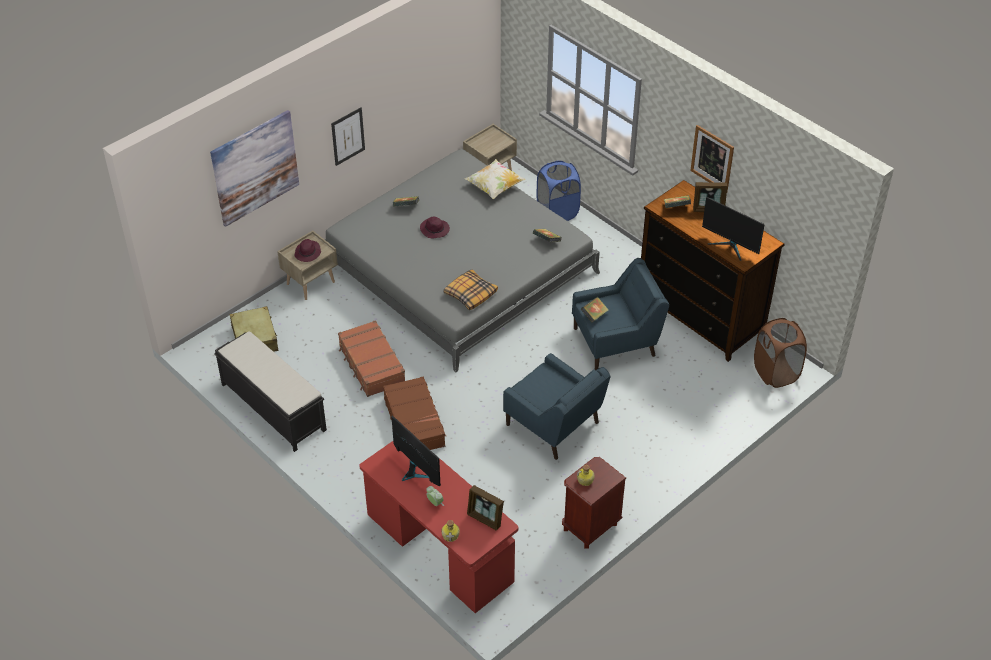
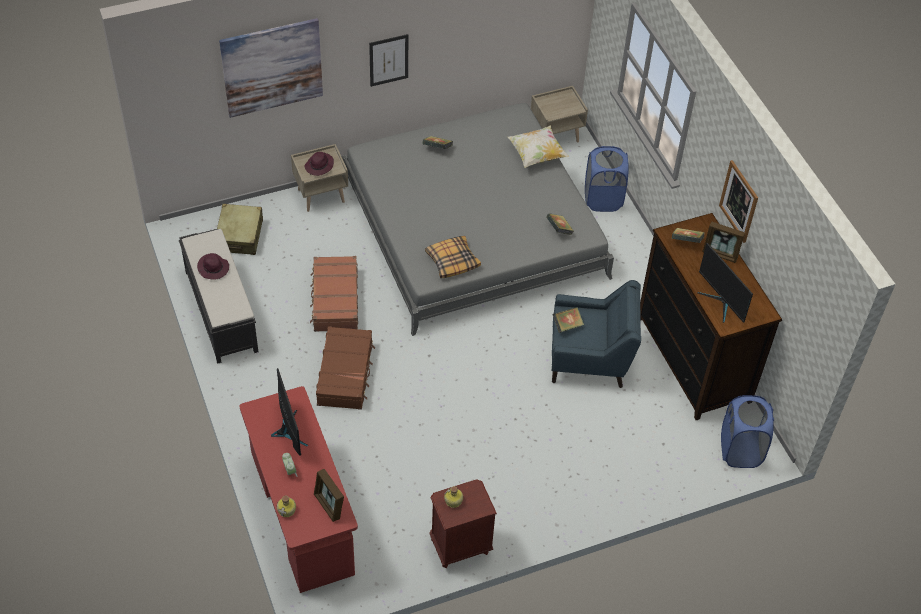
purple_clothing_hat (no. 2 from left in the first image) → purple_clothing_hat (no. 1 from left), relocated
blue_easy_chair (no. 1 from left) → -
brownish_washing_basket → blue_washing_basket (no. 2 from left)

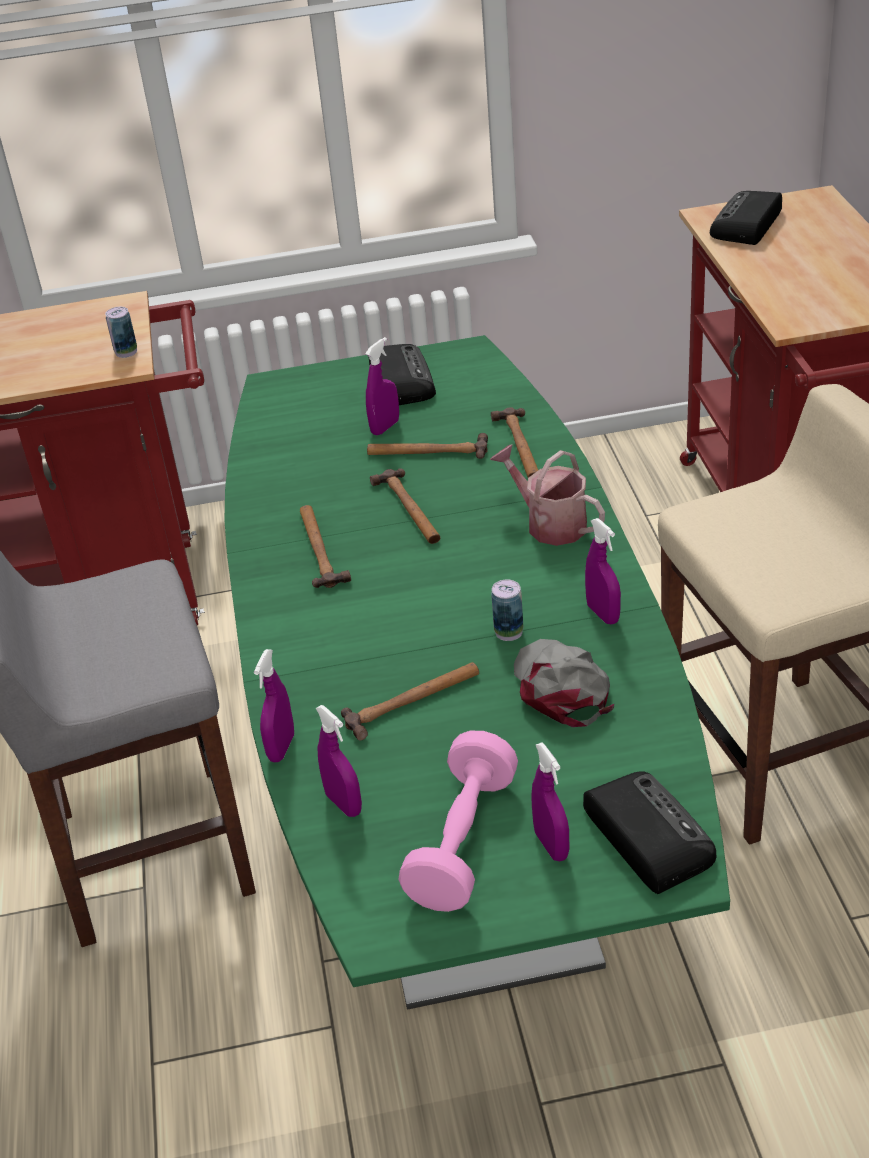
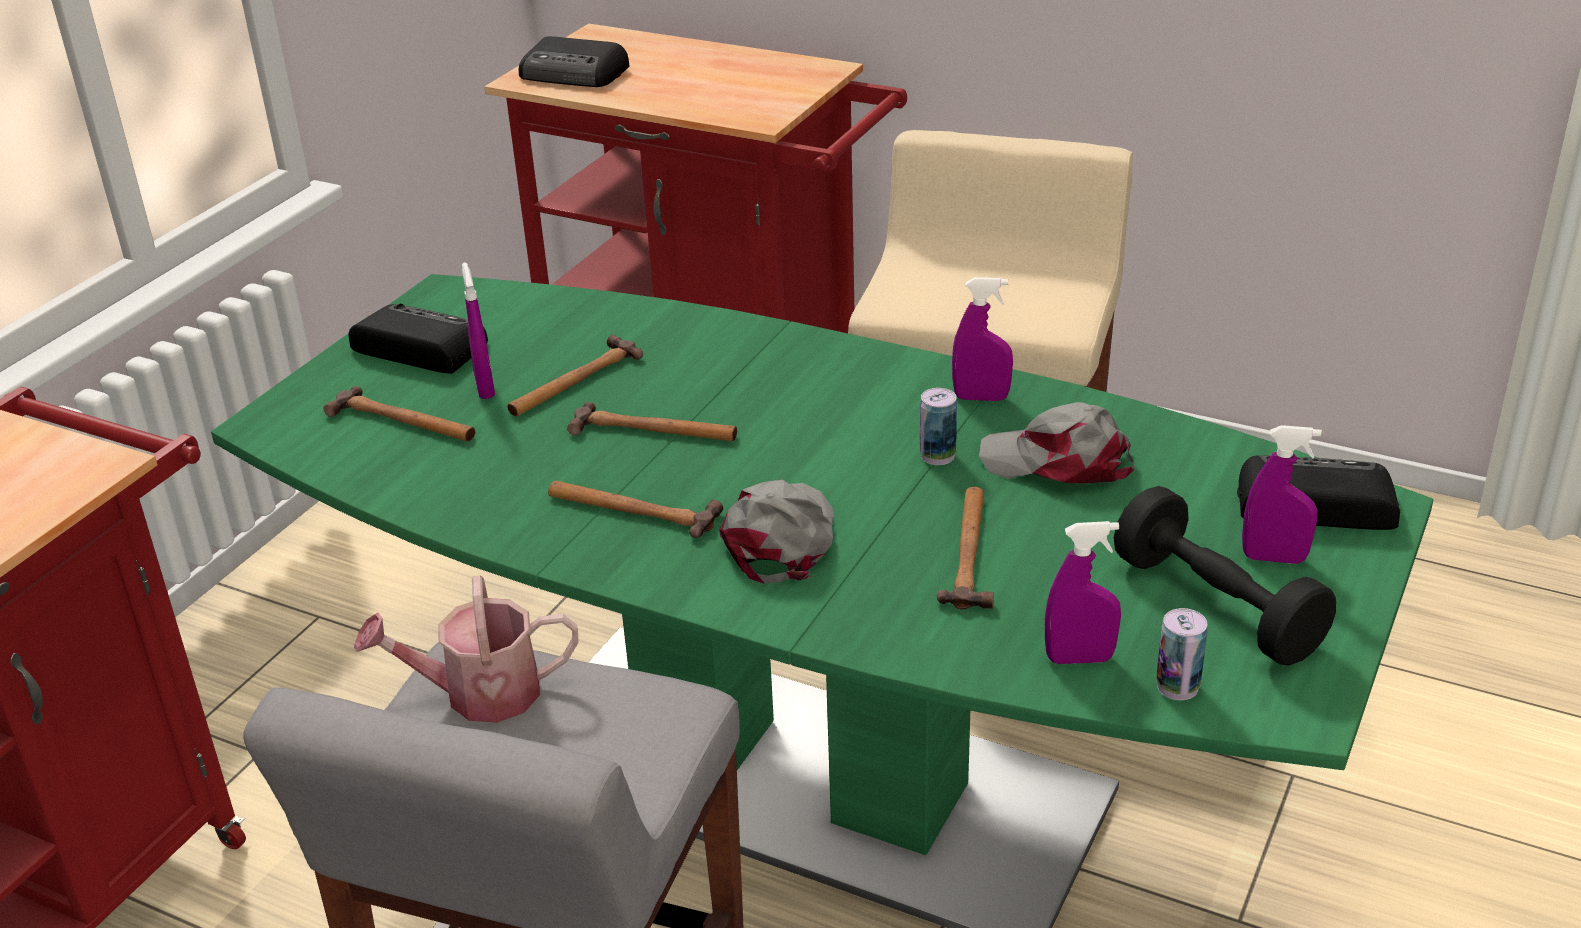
metal_can (no. 1 from left in the first image) → metal_can (no. 2 from left), relocated
purple_sprayer (no. 1 from left) → -
pinkish_dumbbell → black_dumbbell
sprinkling_can, relocated
hand_hammer (no. 5 from left in the first image) → hand_hammer (no. 1 from left), relocated
radio_set (no. 3 from left in the first image) → radio_set (no. 2 from left), 45 degrees counterclockwise
- → gray_cap (no. 1 from left)

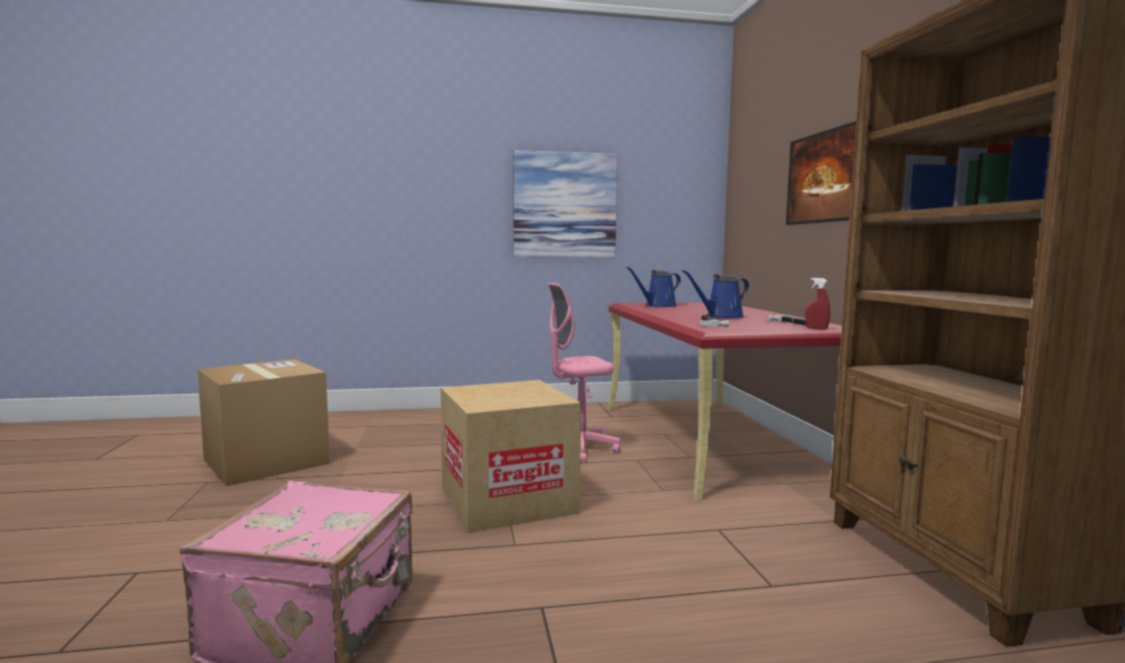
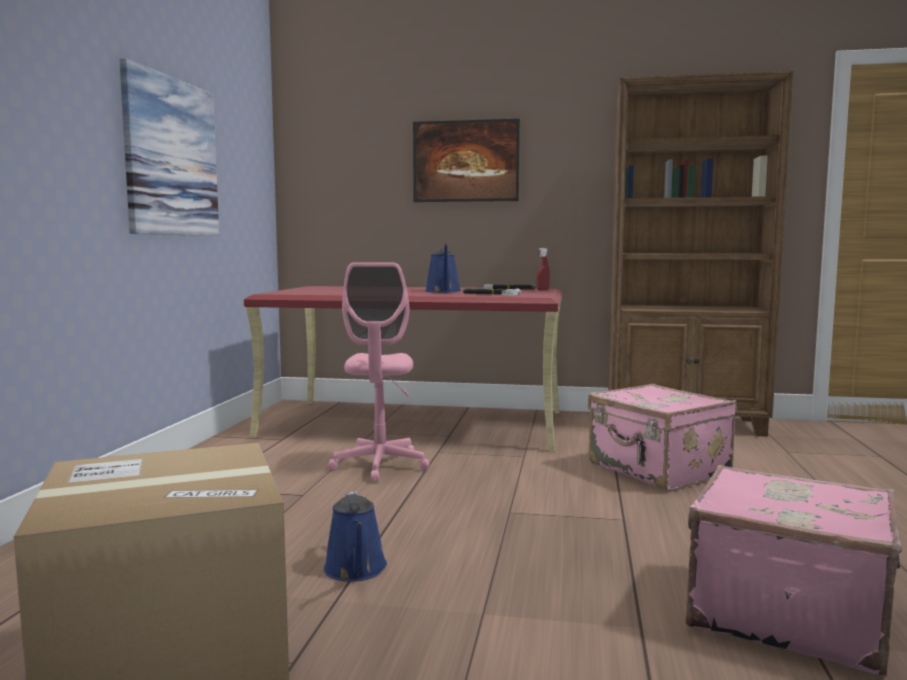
packing_box (no. 2 from left) → -
blue_sprinkling_can (no. 1 from left), relocated
- → pinkish_suitcase (no. 1 from left)

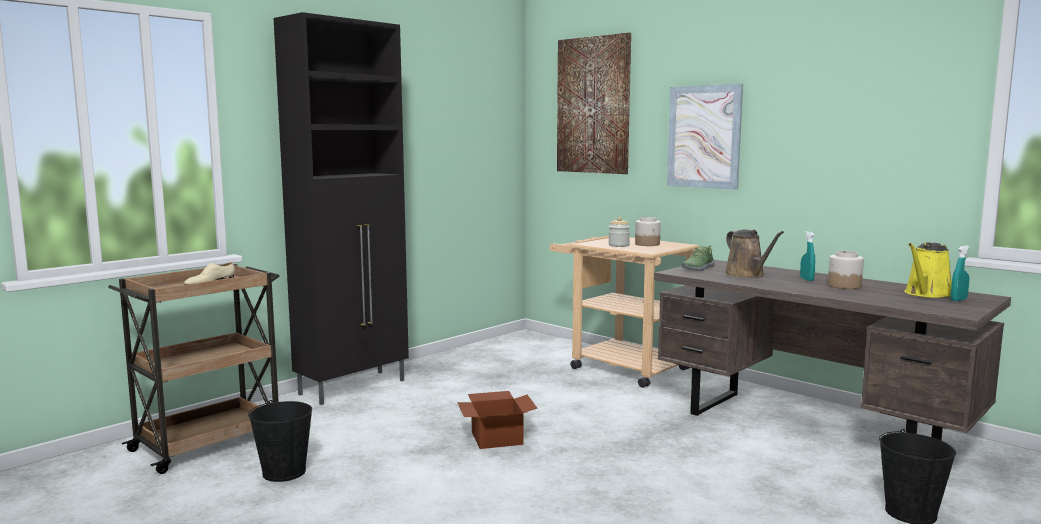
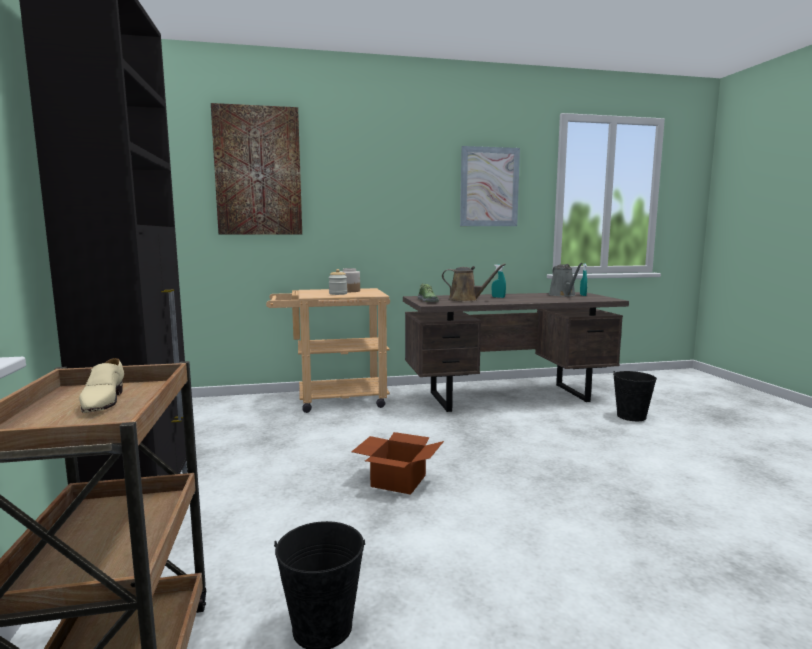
picture (no. 2 from left), relocated
preserve_jar (no. 3 from left) → -
yellow-coloured_sprinkling_can → gray_sprinkling_can

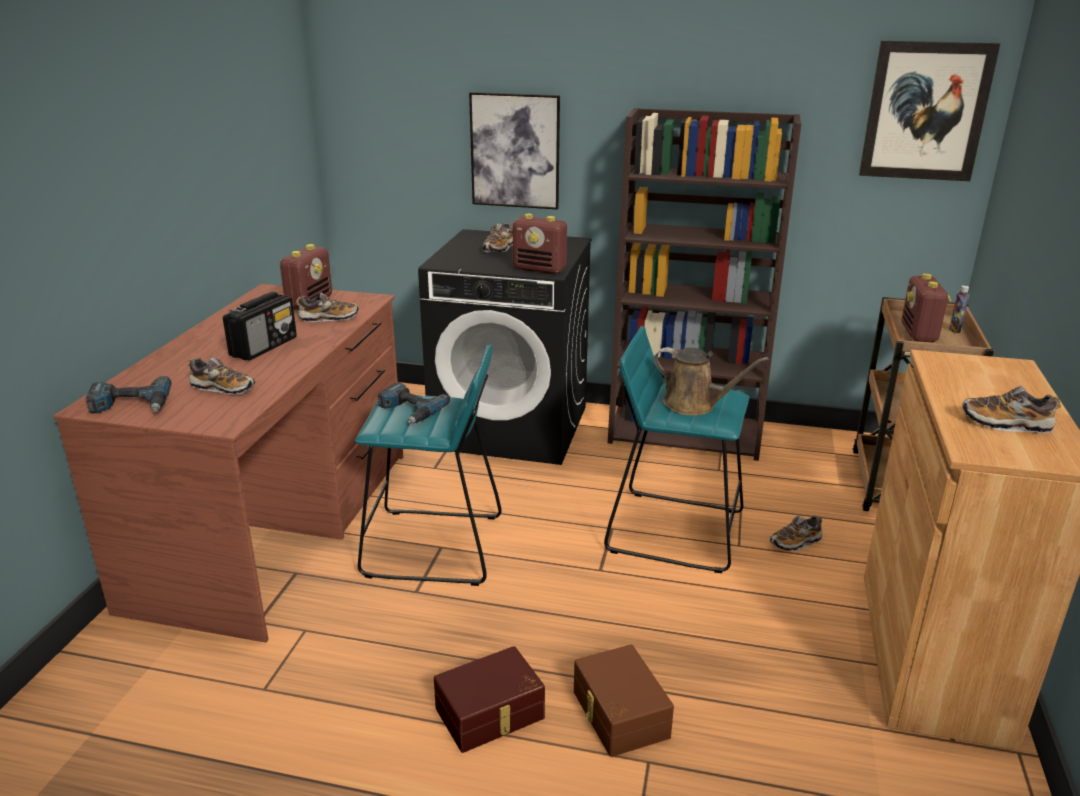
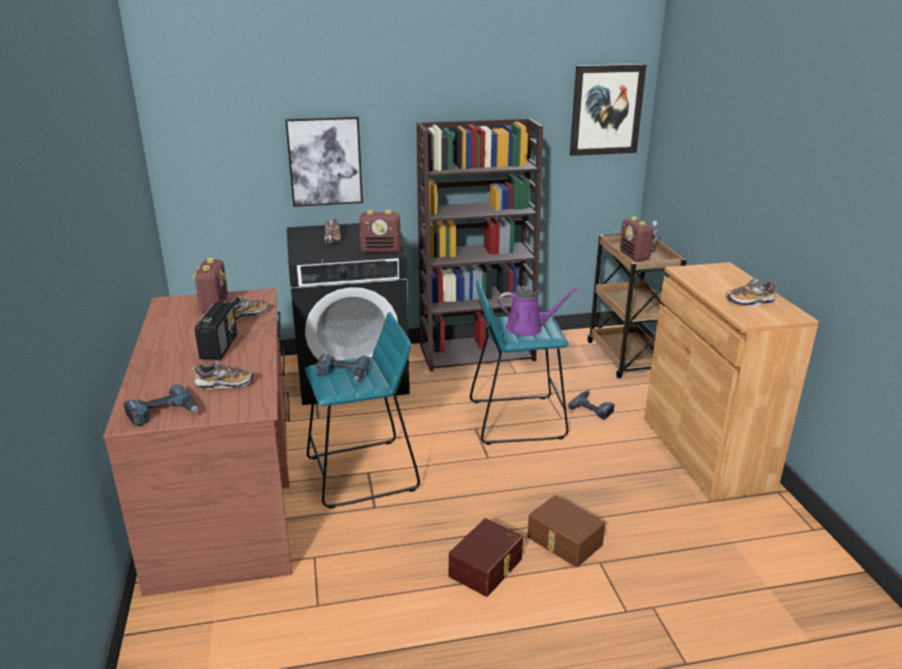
brownish_sprinkling_can → purple_sprinkling_can
low_shoe (no. 4 from left) → power_drill (no. 3 from left)

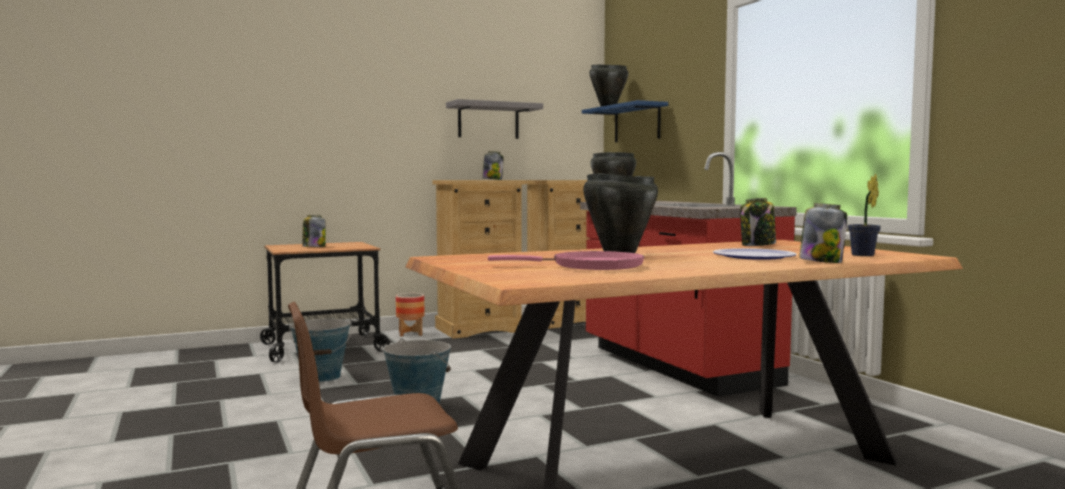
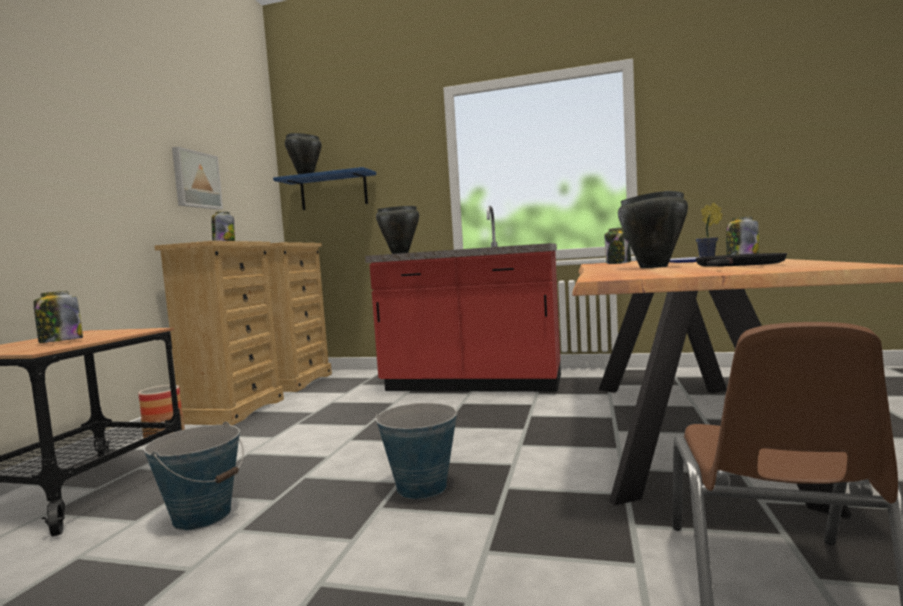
gray_bracket_shelf → picture
pinkish_frying_pan → black_frying_pan

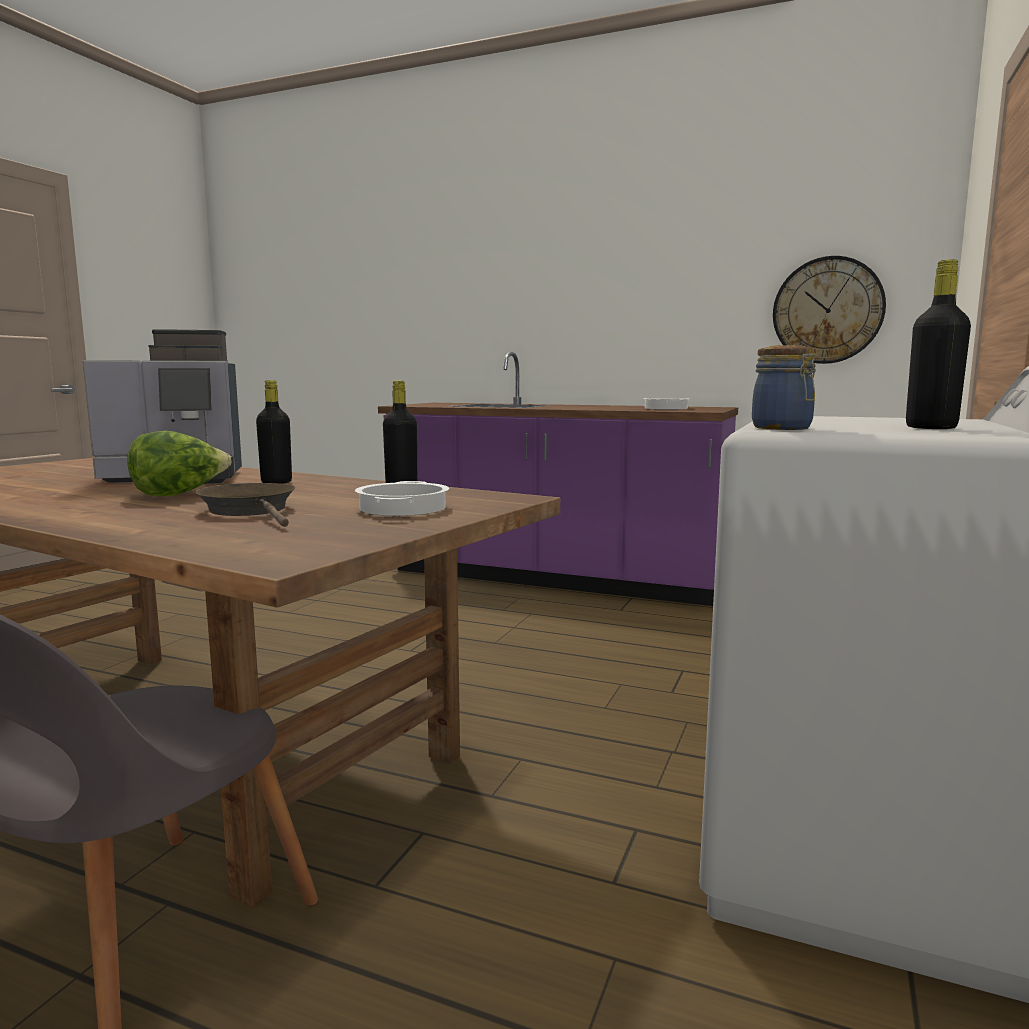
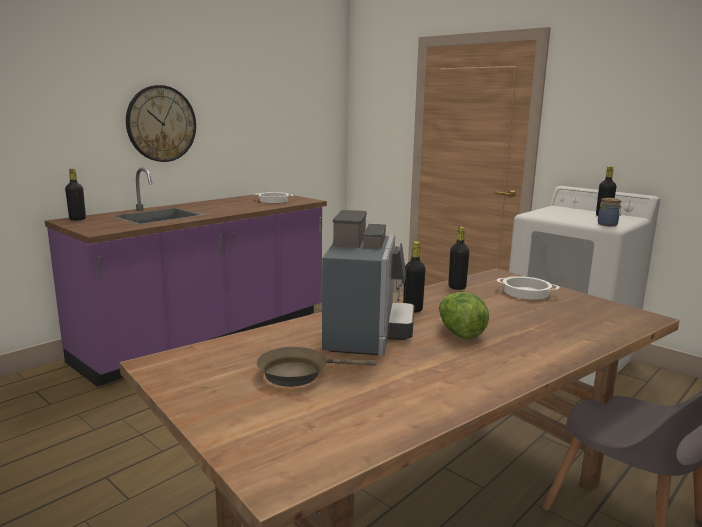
brownish_frying_pan, relocated
wall_clock, relocated
- → black_bottle (no. 1 from left)

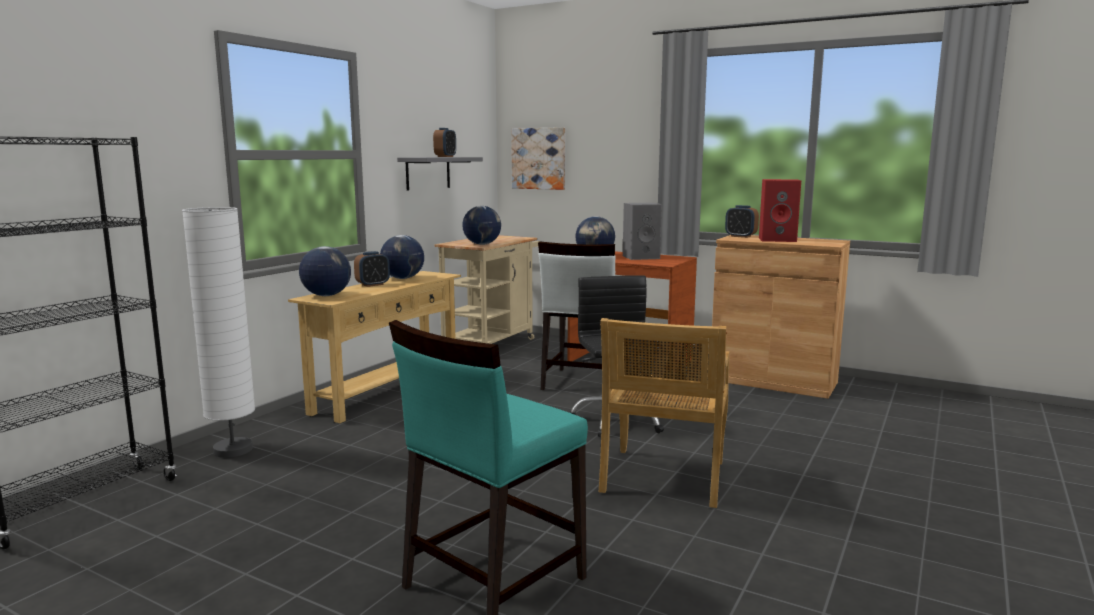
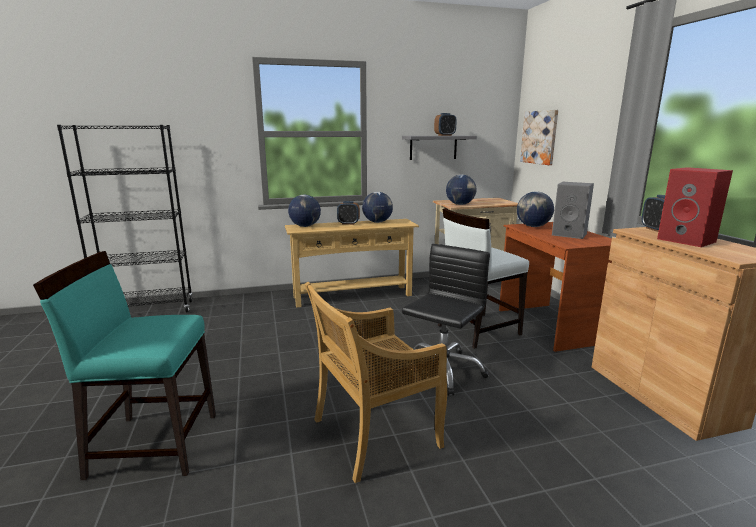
whitish_standard_lamp → -

